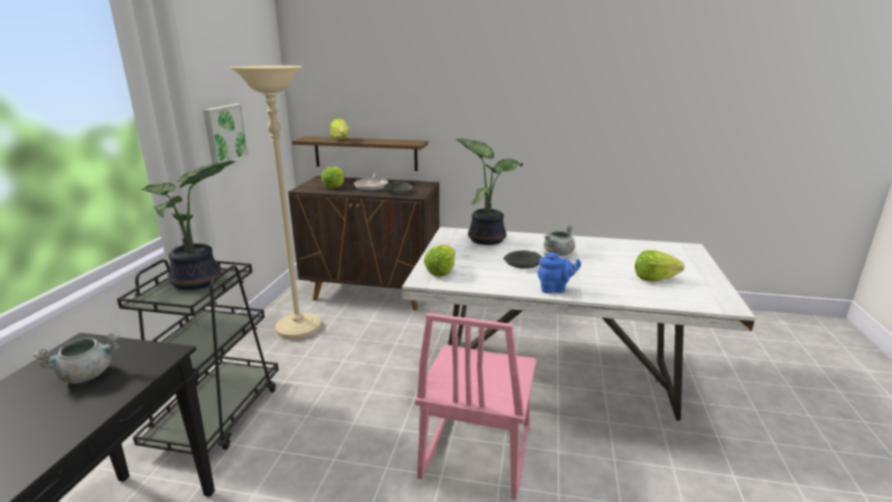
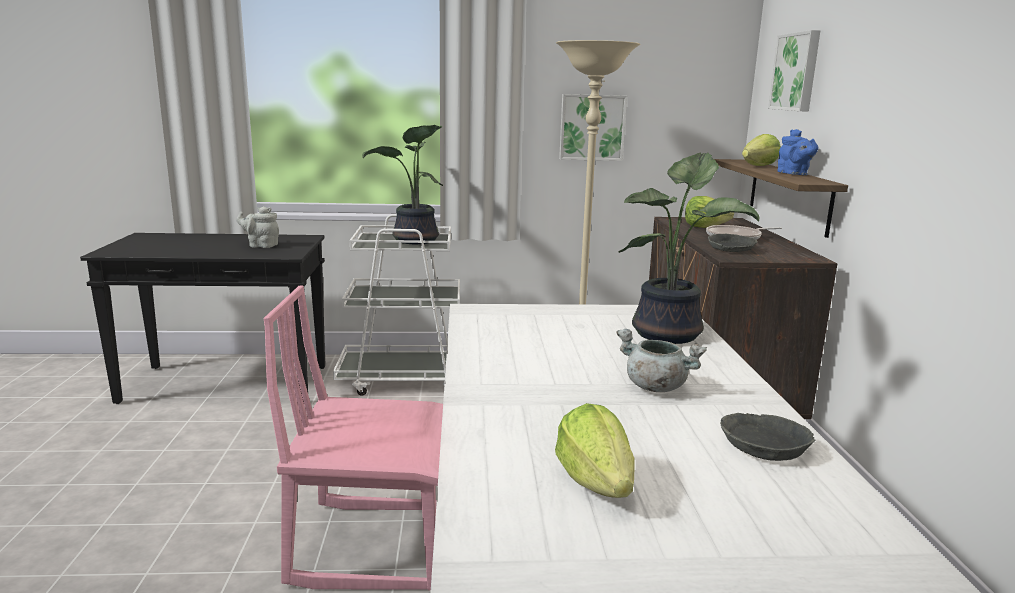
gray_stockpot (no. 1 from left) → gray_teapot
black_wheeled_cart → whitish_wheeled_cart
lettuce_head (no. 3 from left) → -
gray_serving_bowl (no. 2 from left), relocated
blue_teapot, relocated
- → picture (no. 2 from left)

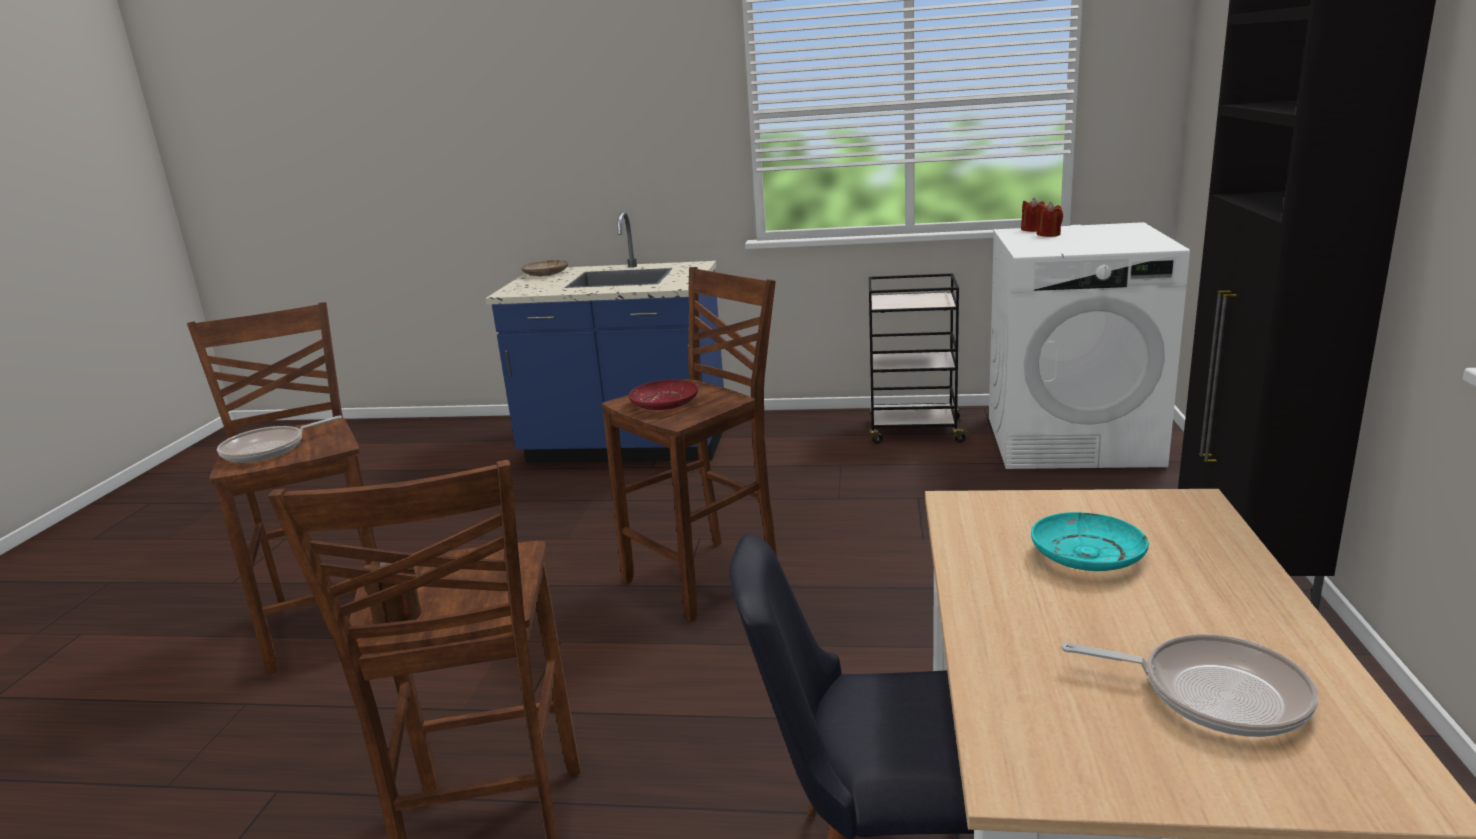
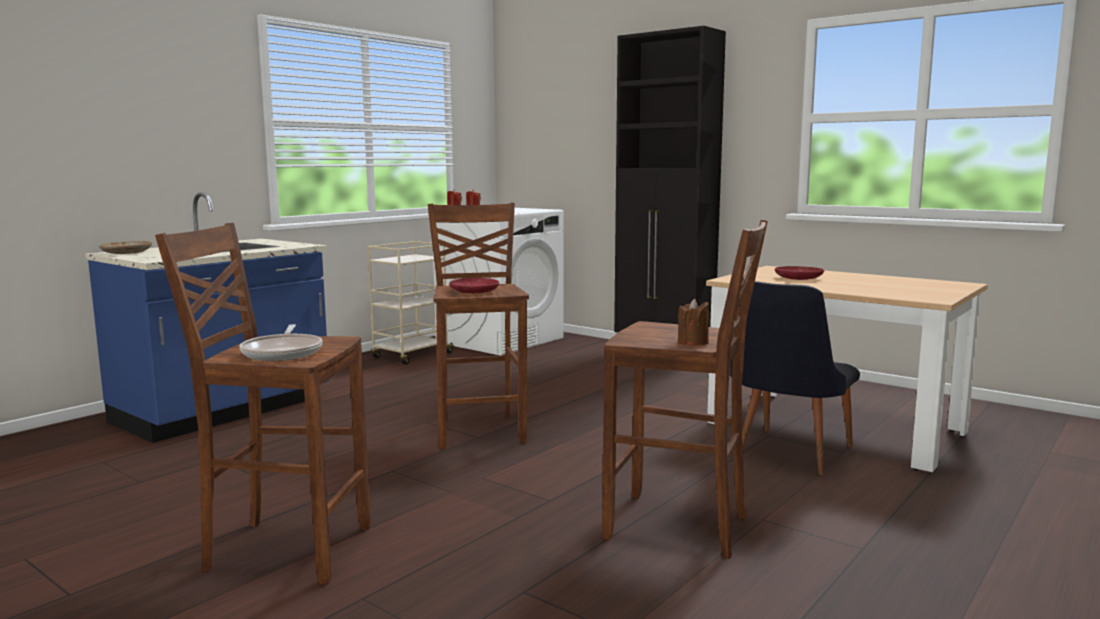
black_wheeled_cart → beige-coloured_wheeled_cart
turquoise_flat_dish → reddish_flat_dish (no. 2 from left)
frying_pan (no. 2 from left) → -

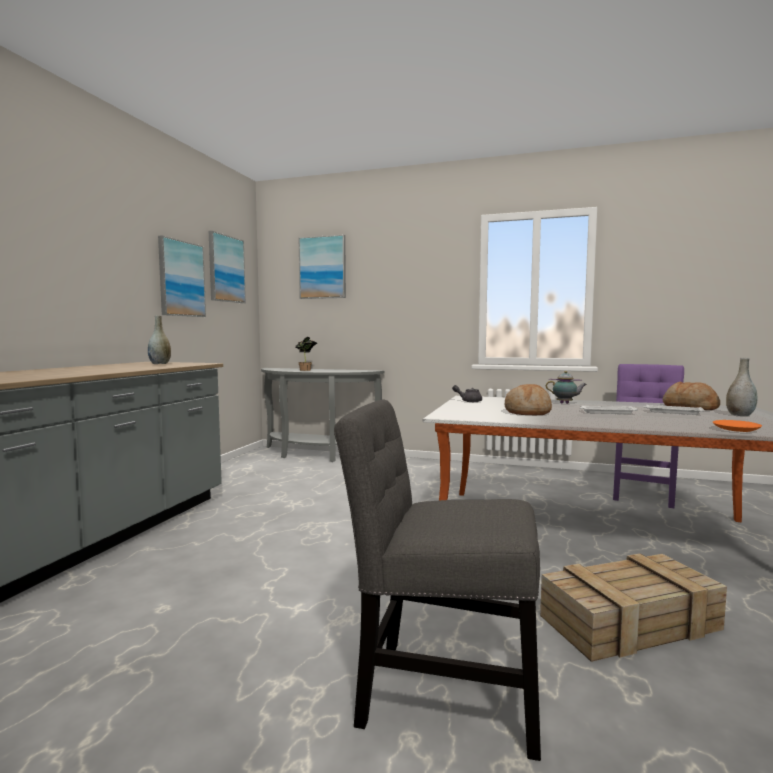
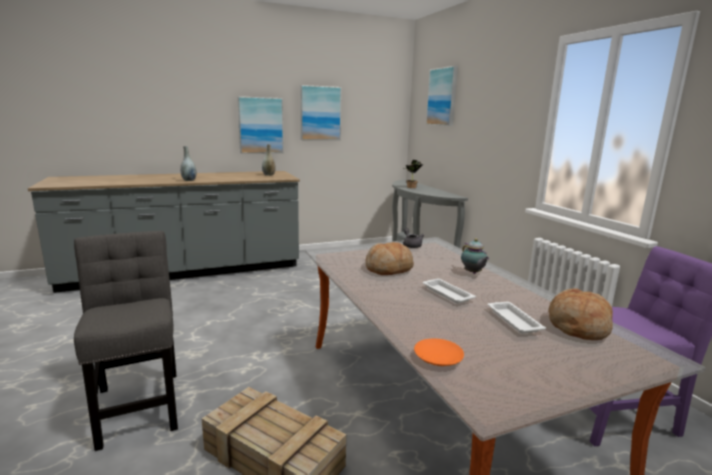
picture (no. 2 from left in the first image) → picture (no. 1 from left), relocated
gray_vase (no. 2 from left in the first image) → gray_vase (no. 1 from left), relocated

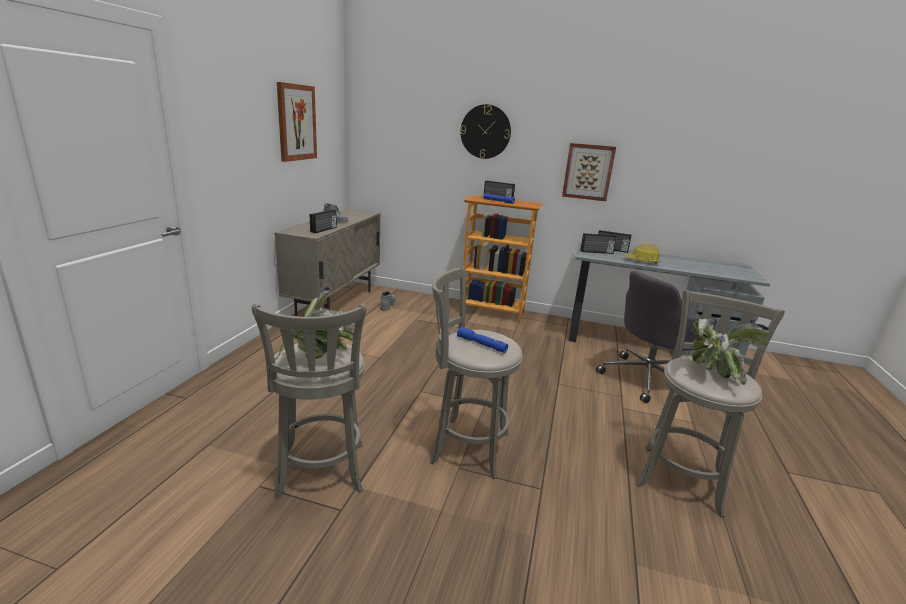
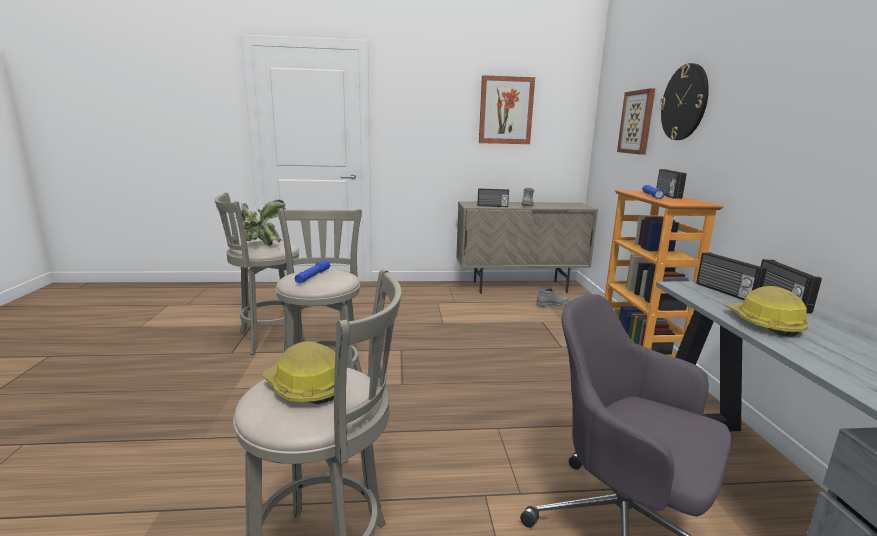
picture (no. 2 from left), relocated
plant_in_a_pot (no. 2 from left) → hard_hat (no. 1 from left)

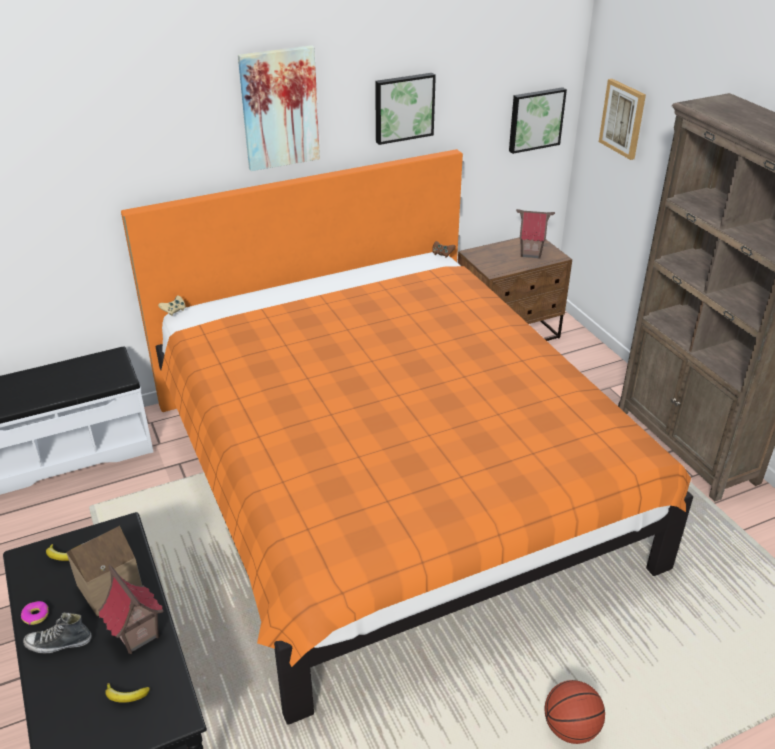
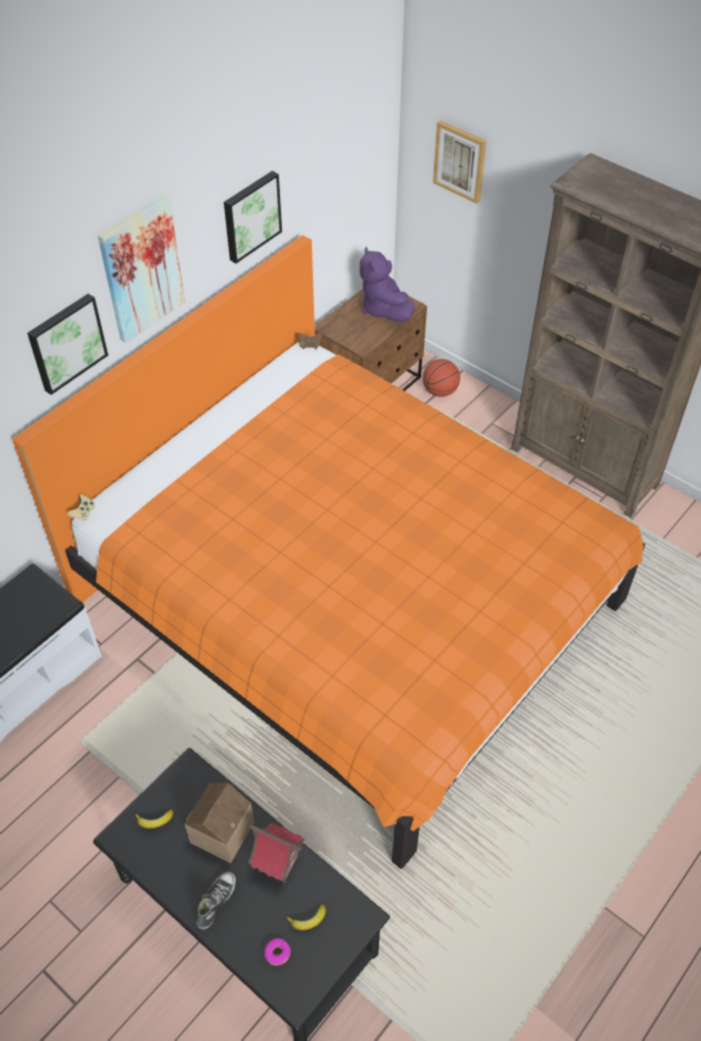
doughnut, relocated
low_shoe, 150 degrees clockwise
picture (no. 3 from left in the first image) → picture (no. 1 from left), relocated
toy_house (no. 3 from left) → purple_soft_toy
ball_for_basketball, relocated

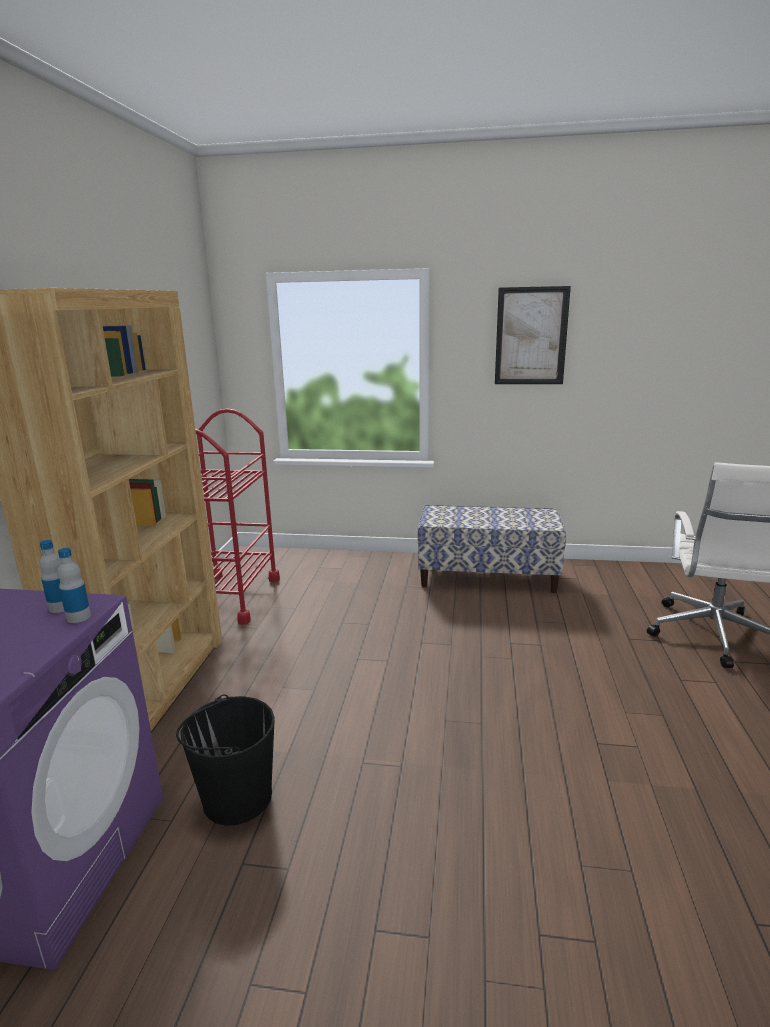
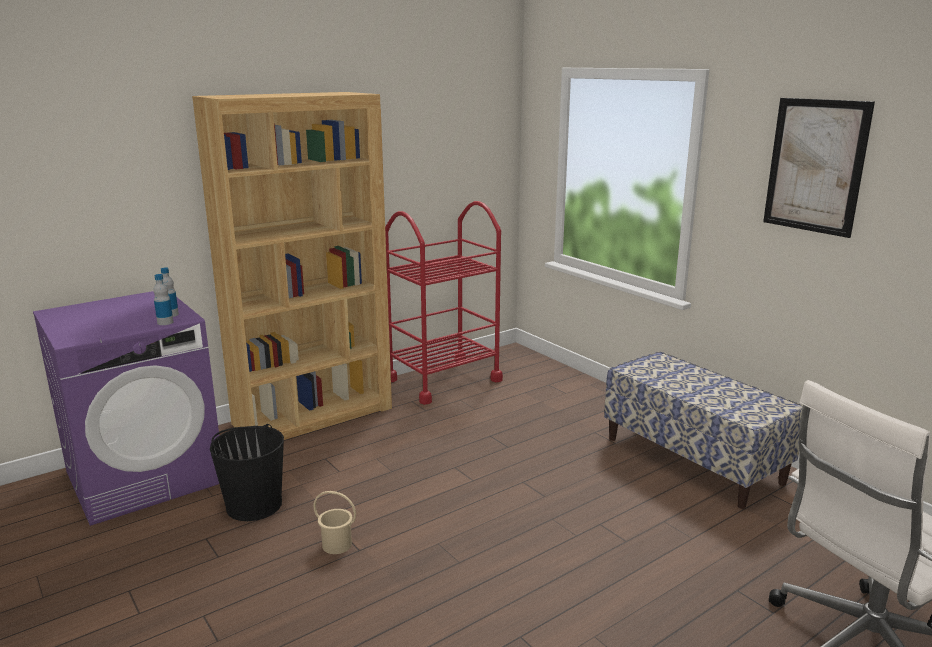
- → beige-coloured_pail

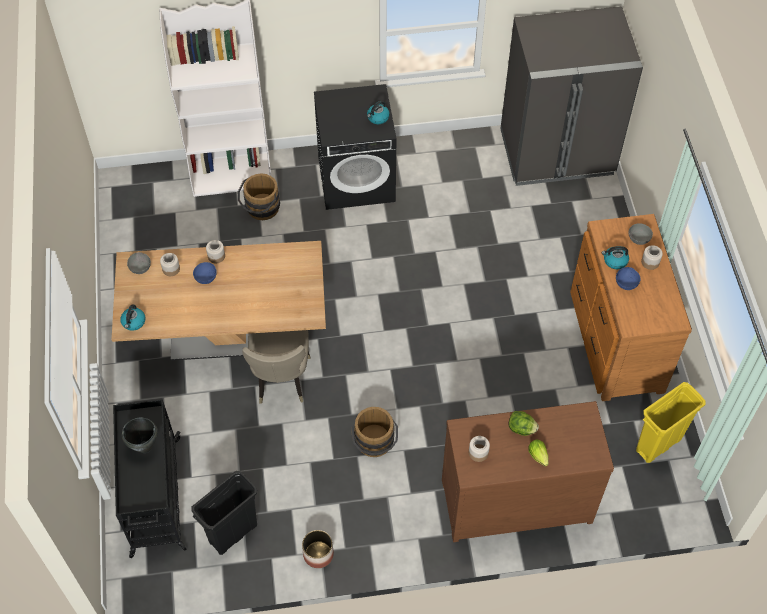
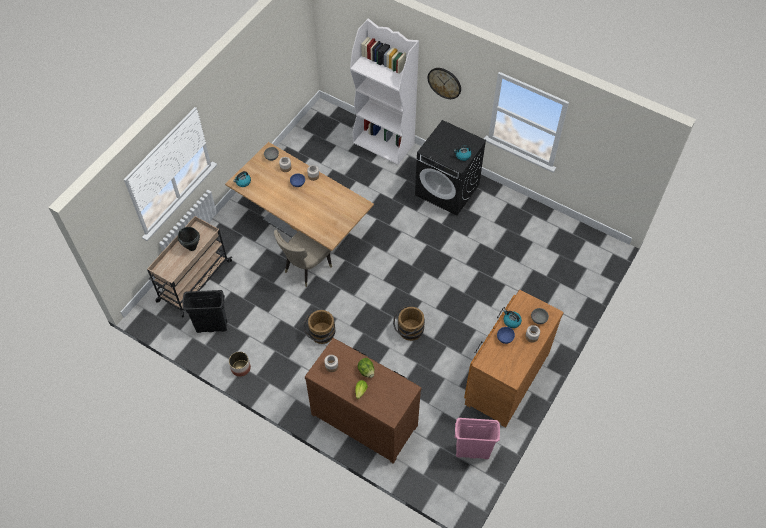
black_wheeled_cart → beige-coloured_wheeled_cart
brownish_pail (no. 1 from left in the first image) → brownish_pail (no. 2 from left), relocated
gray_fridge → -
yellow-coloured_rubbish_bin → pinkish_rubbish_bin
- → wall_clock

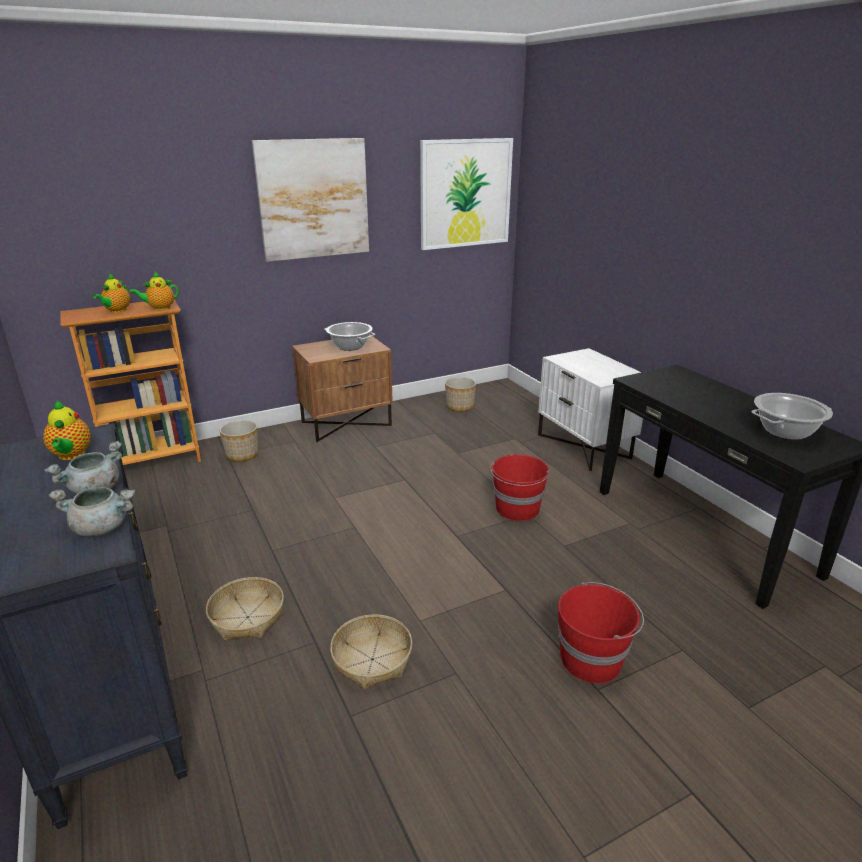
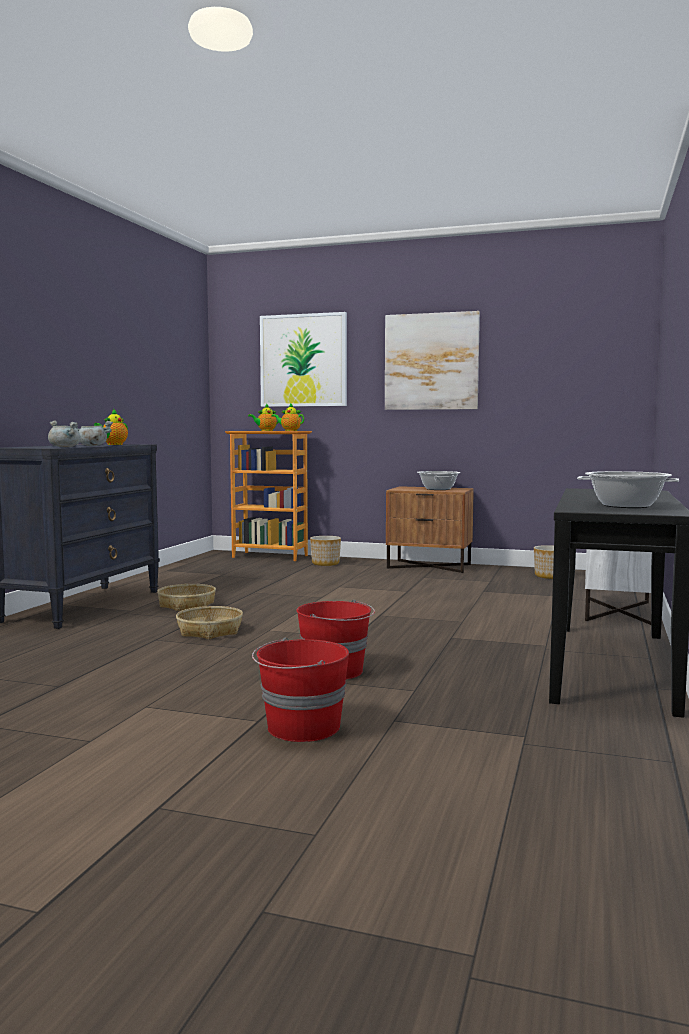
picture (no. 2 from left in the first image) → picture (no. 1 from left), relocated
reddish_pail (no. 1 from left), relocated

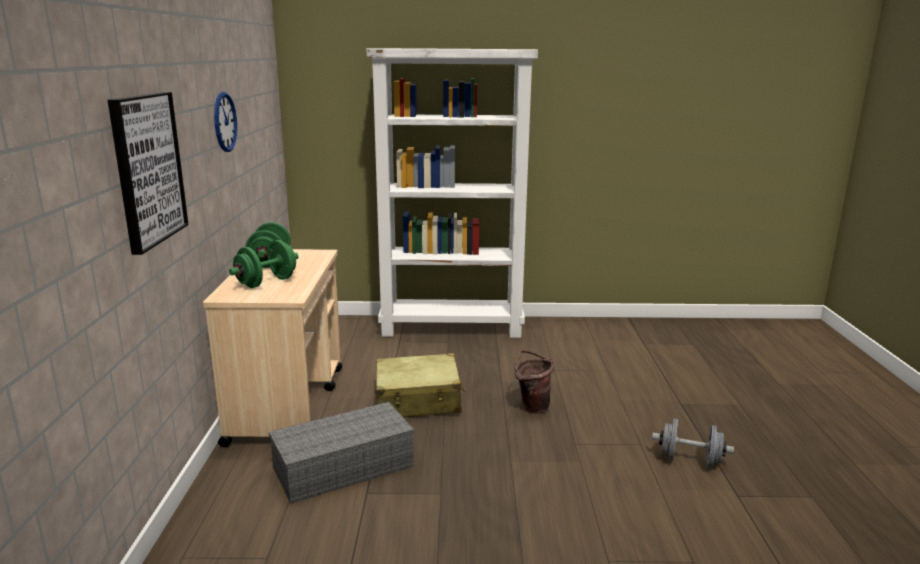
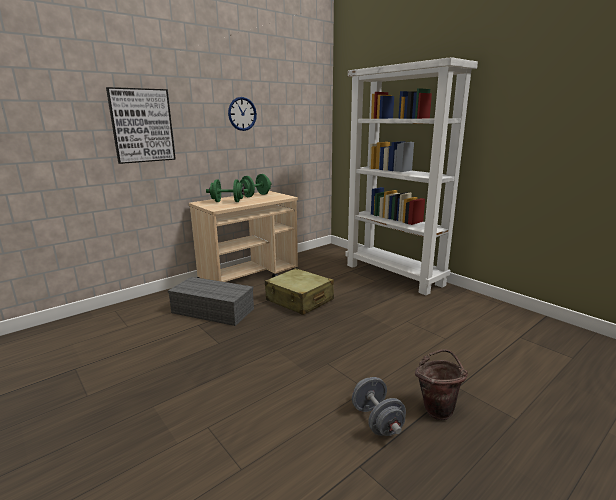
brownish_pail, relocated

